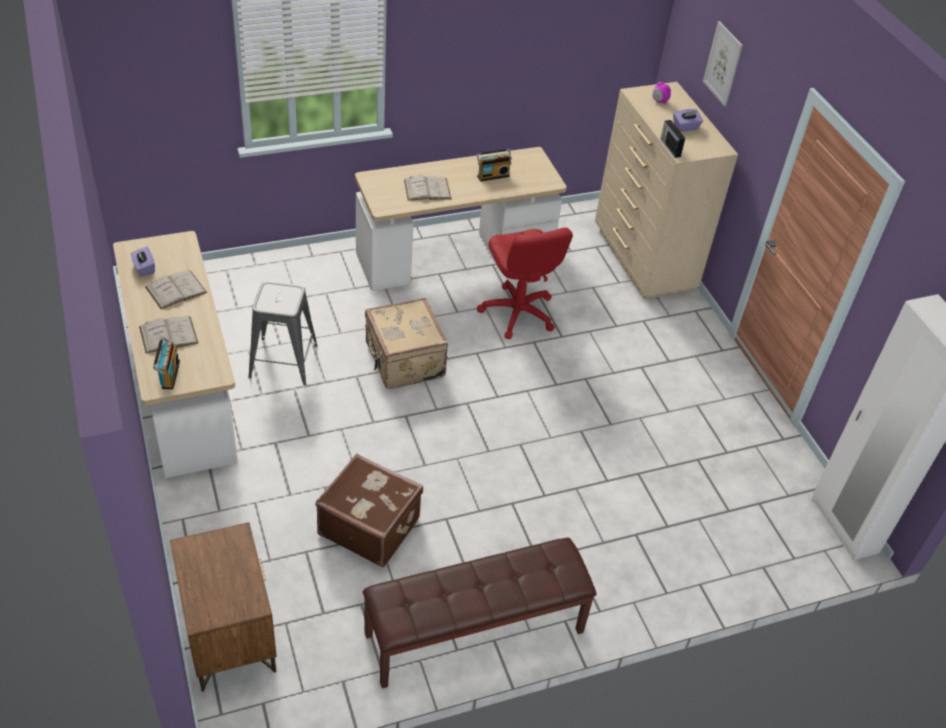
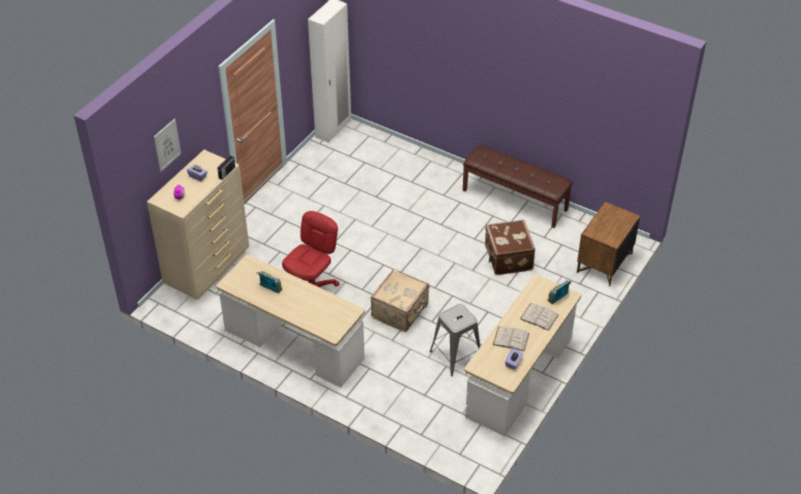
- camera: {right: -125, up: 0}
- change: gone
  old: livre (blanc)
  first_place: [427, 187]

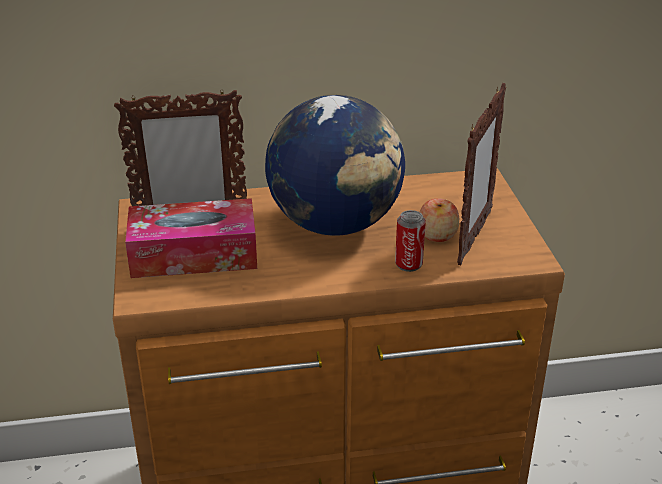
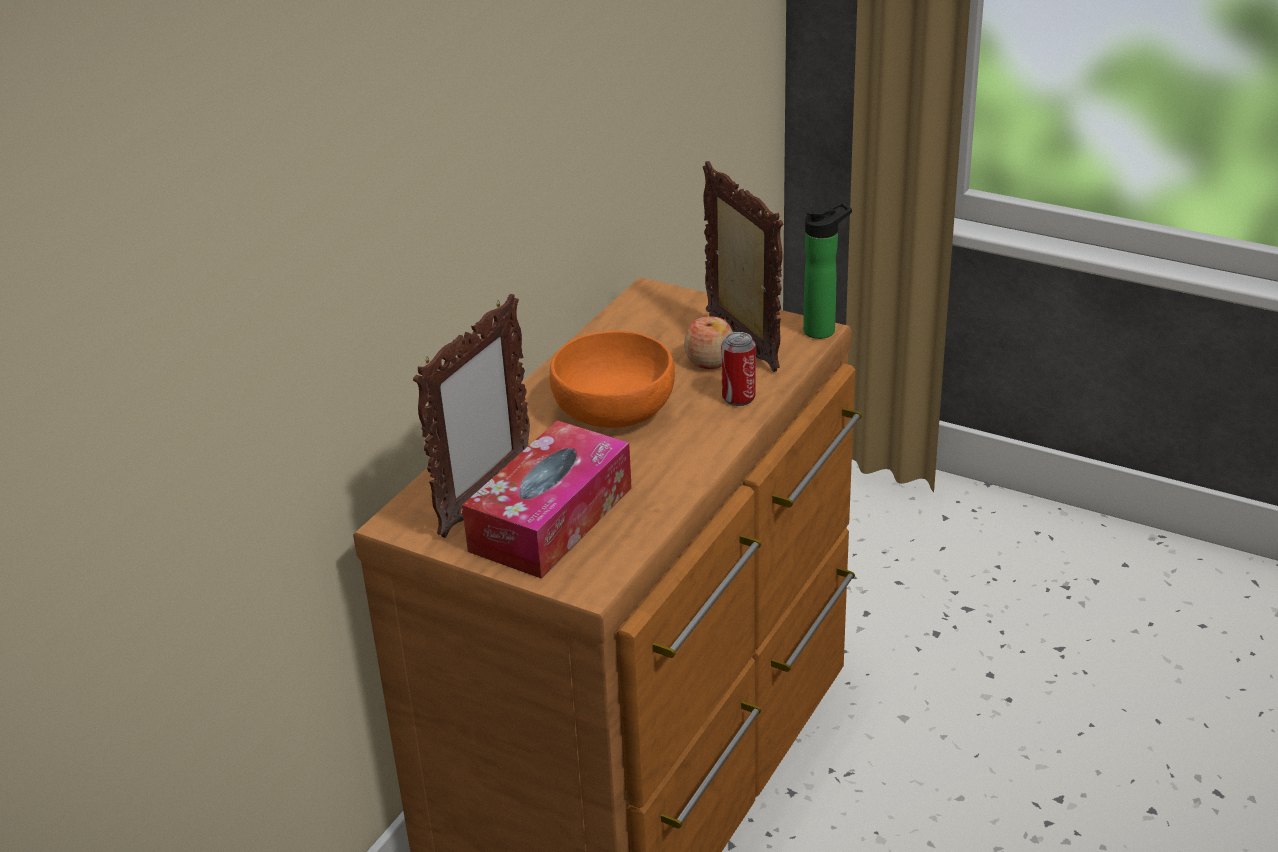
- camera: {right: -50, up: 0}
- change: new
  new: bouteille
  second_place: [827, 270]
- change: swapped
  old: globe
  new: bol (orange)
  first_place: [335, 165]
  second_place: [612, 379]

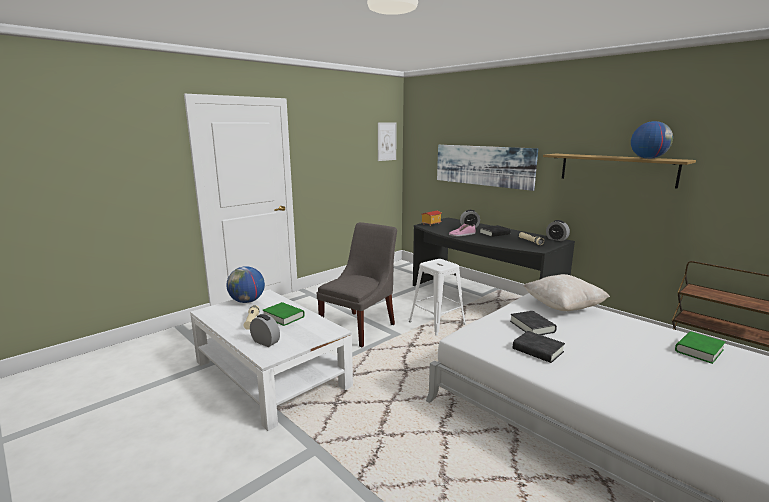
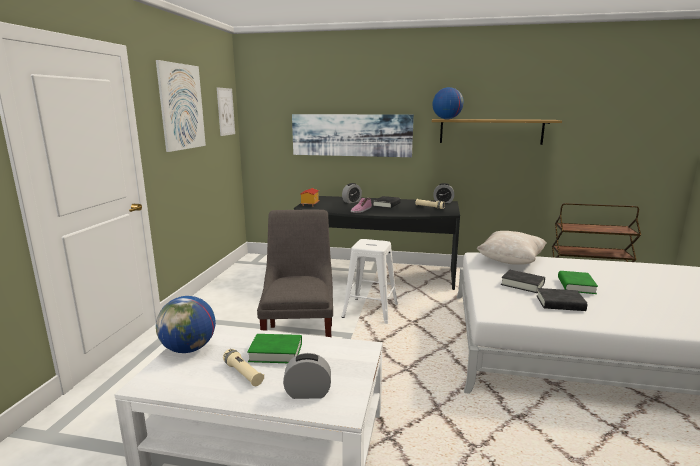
- camera: {right: -35, up: 0}
- change: new
  new: tableau
  second_place: [181, 106]
- change: shifted
  old: globe
  first_place: [652, 140]
  second_place: [448, 103]
- change: shifted
  old: livre (vert)
  first_place: [700, 348]
  second_place: [578, 282]

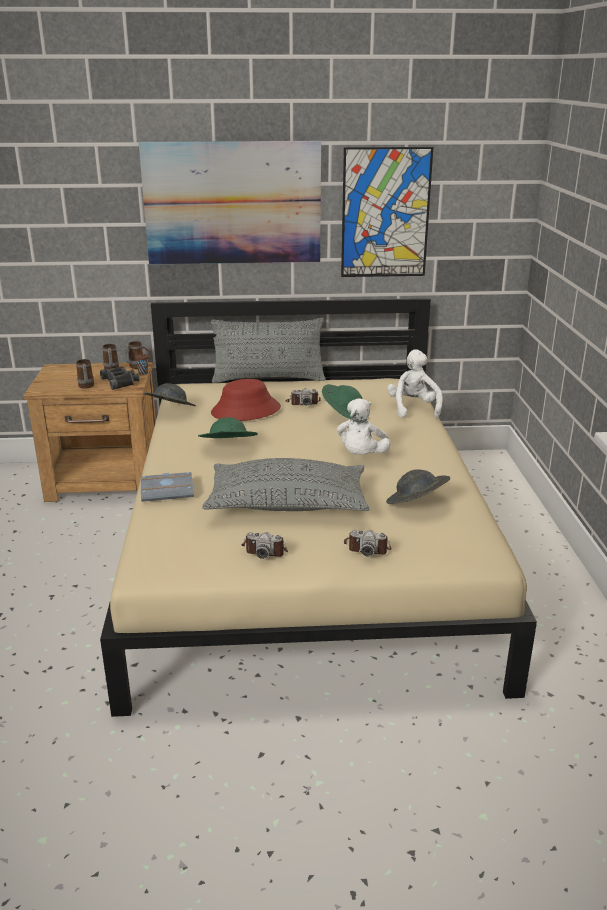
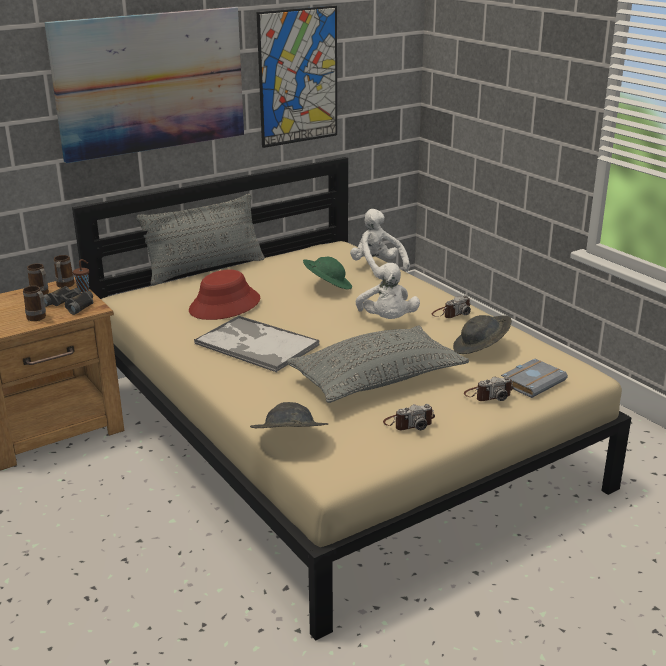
- camera: {right: -30, up: 0}
- change: shifted
  old: livre (gris)
  first_place: [167, 487]
  second_place: [534, 378]
- change: shifted
  old: chapeau (gris)
  first_place: [169, 394]
  second_place: [289, 415]
- change: shifted
  old: appareil photo
  first_place: [303, 397]
  second_place: [451, 306]
- change: swapped
  old: chapeau (vert)
  new: plateau
  first_place: [228, 427]
  second_place: [256, 343]

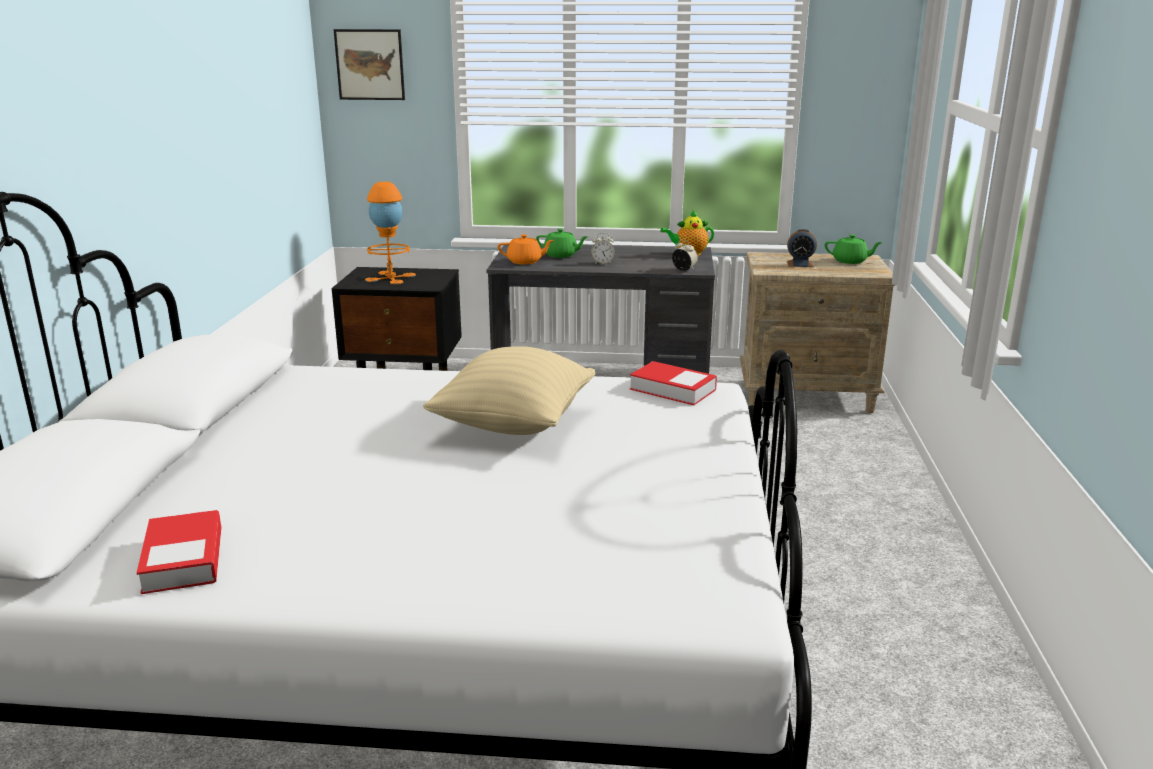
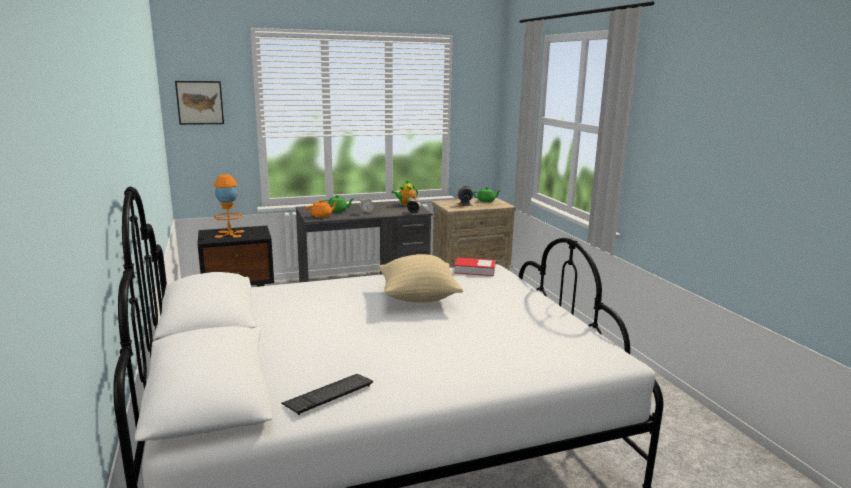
- camera: {right: -25, up: -5}
- change: swapped
  old: livre
  new: clavier
  first_place: [179, 552]
  second_place: [327, 394]

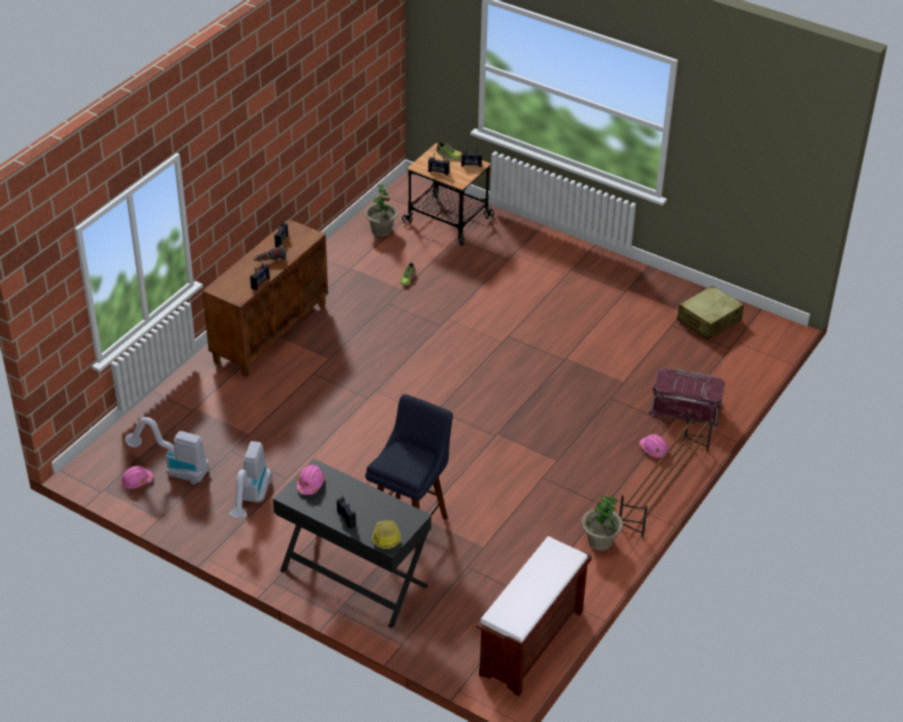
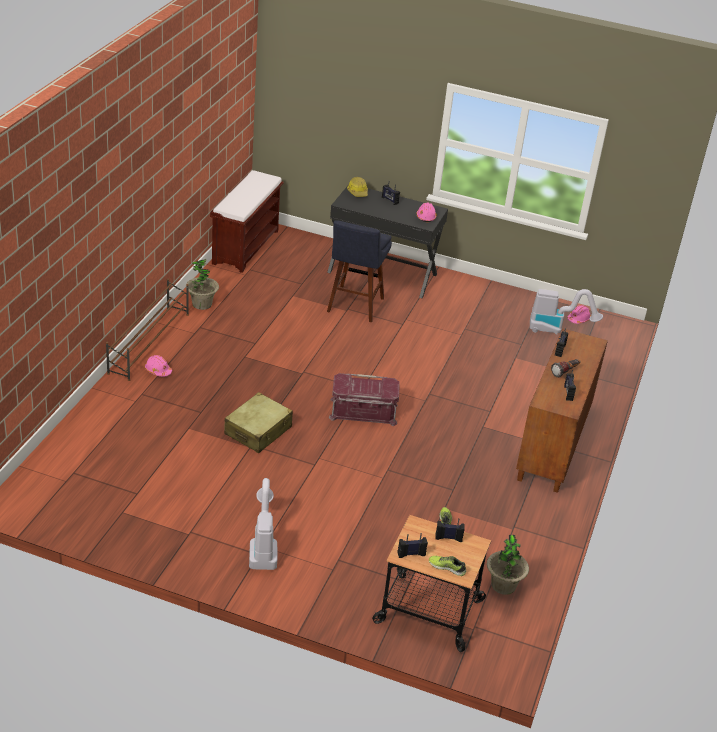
- camera: {right: 165, up: -5}
- change: shifted
  old: aspirateur
  first_place: [250, 479]
  second_place: [263, 524]
- change: shifted
  old: boîte de rangement (rouge)
  first_place: [686, 398]
  second_place: [364, 399]
- change: shifted
  old: valise (beige)
  first_place: [710, 312]
  second_place: [258, 422]

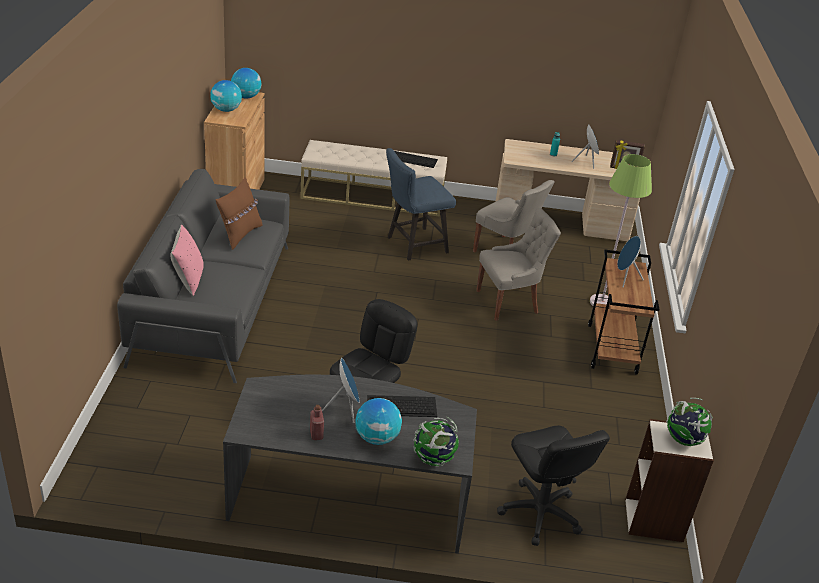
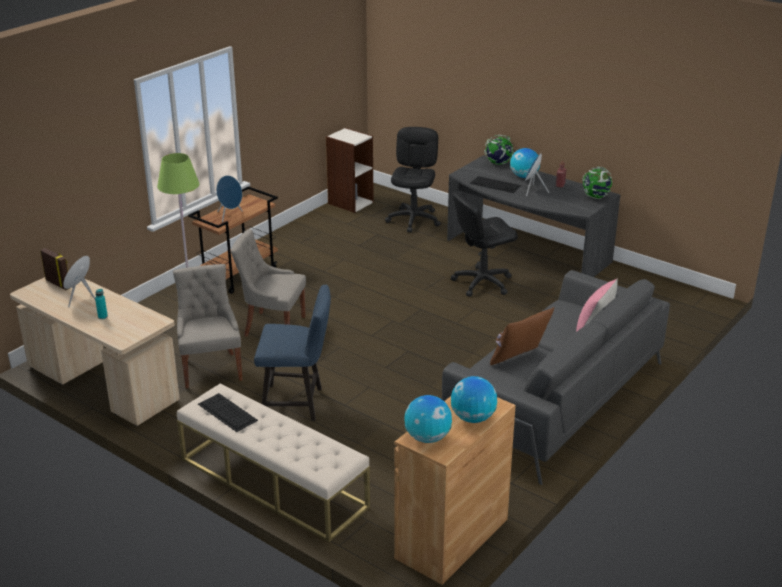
- camera: {right: -145, up: -5}
- change: shifted
  old: globe
  first_place: [689, 422]
  second_place: [597, 183]

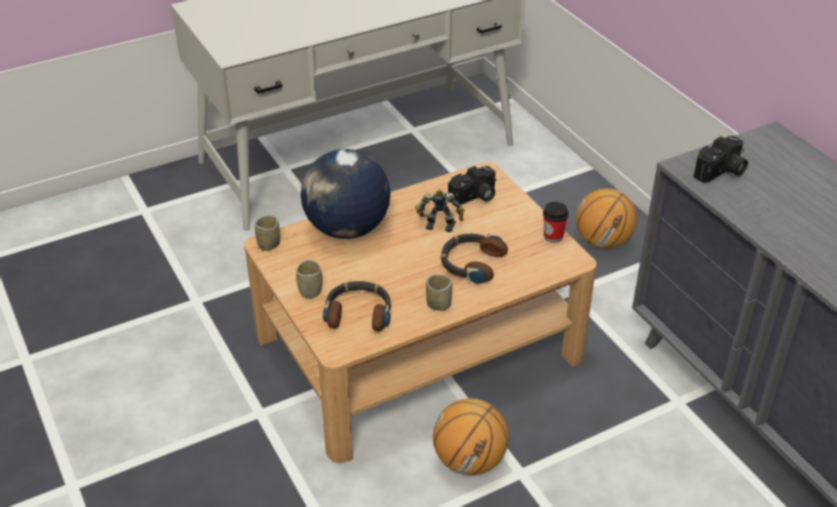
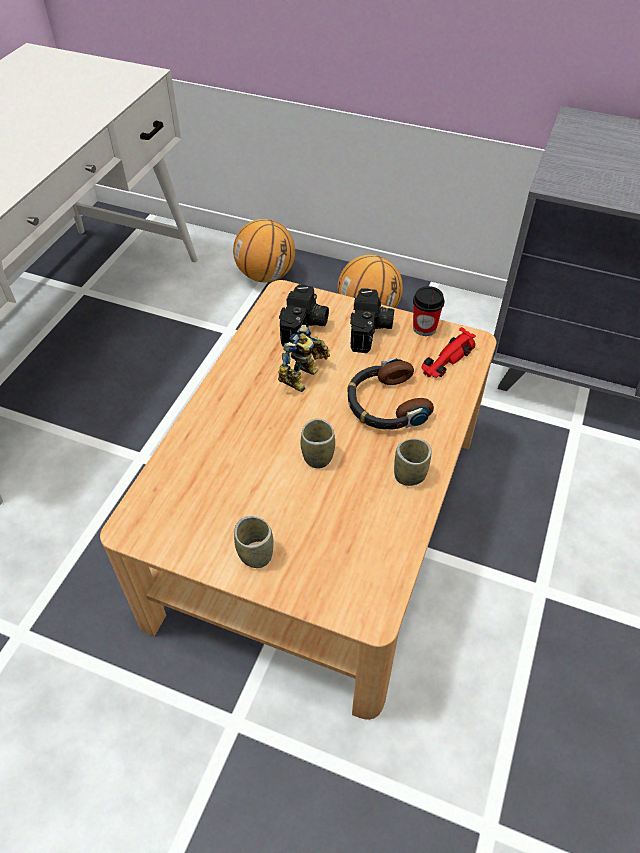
- camera: {right: -40, up: 10}
- change: gone
  old: globe
  first_place: [345, 194]
- change: gone
  old: casque audio
  first_place: [357, 306]
- change: new
  new: petite voiture (rouge)
  second_place: [448, 352]
- change: shifted
  old: tasse
  first_place: [267, 233]
  second_place: [317, 443]
- change: shifted
  old: ballon de basket
  first_place: [471, 436]
  second_place: [264, 250]
- change: shifted
  old: appareil photo
  first_place: [720, 159]
  second_place: [372, 320]
- change: rotated
  old: robot jouet
  first_place: [439, 210]
  second_place: [304, 358]
  degrees: 150

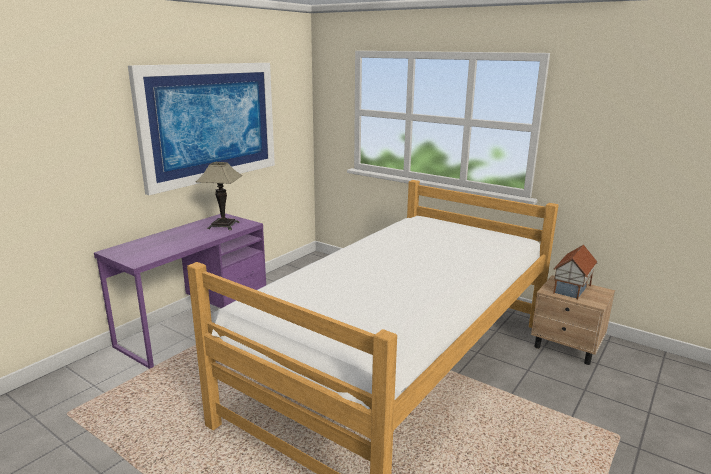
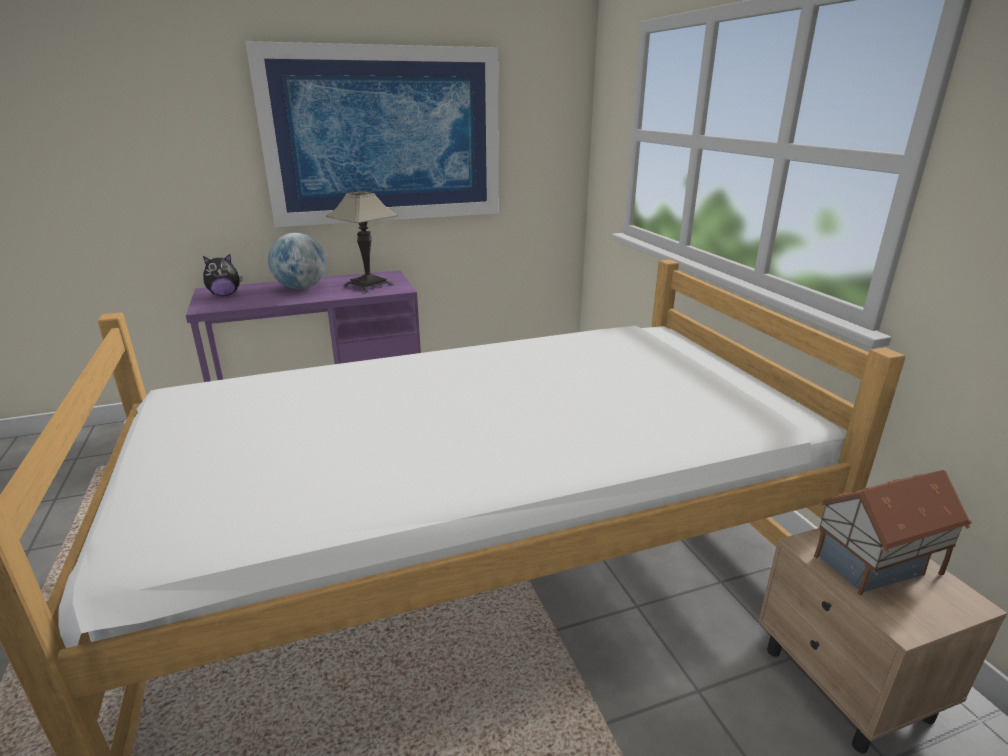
- camera: {right: 35, up: 5}
- change: new
  new: peluche
  second_place: [222, 275]
- change: new
  new: globe
  second_place: [297, 261]

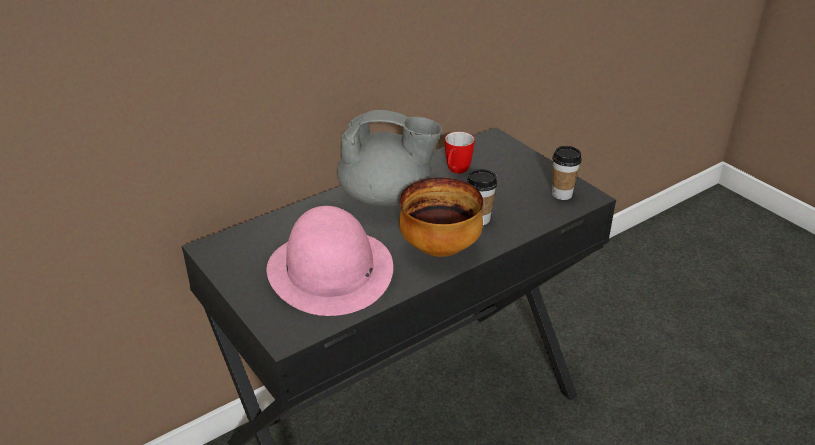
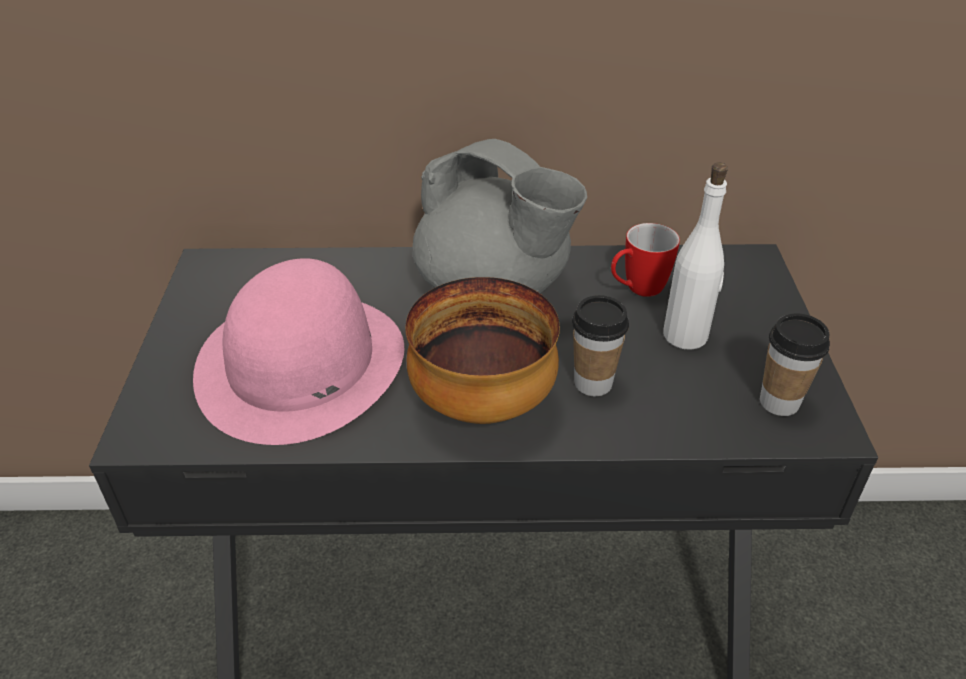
- camera: {right: 35, up: 5}
- change: new
  new: bouteille (blanc)
  second_place: [695, 256]

